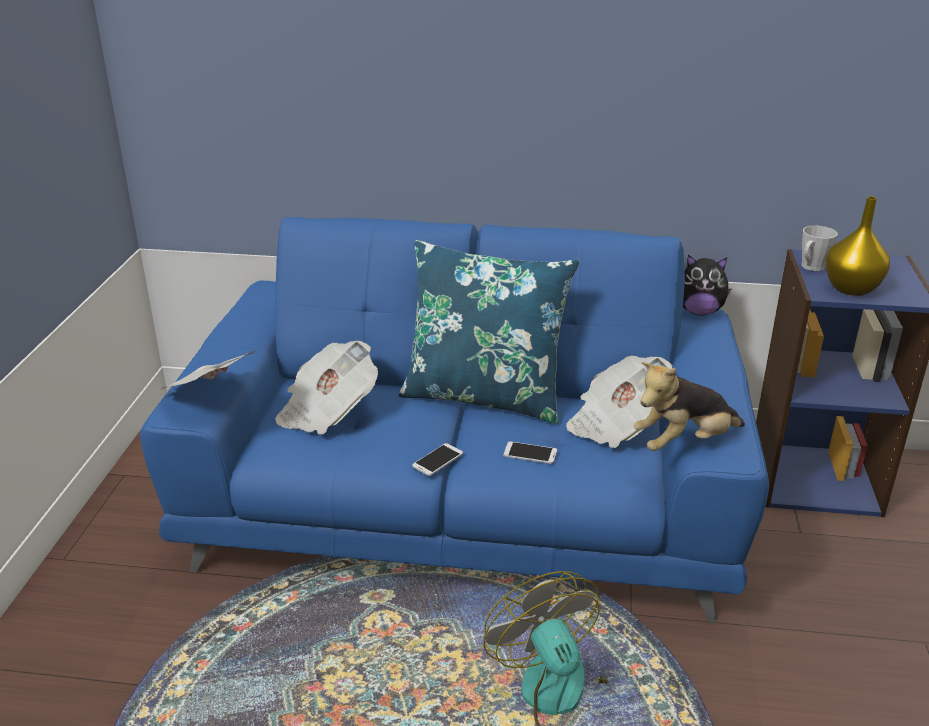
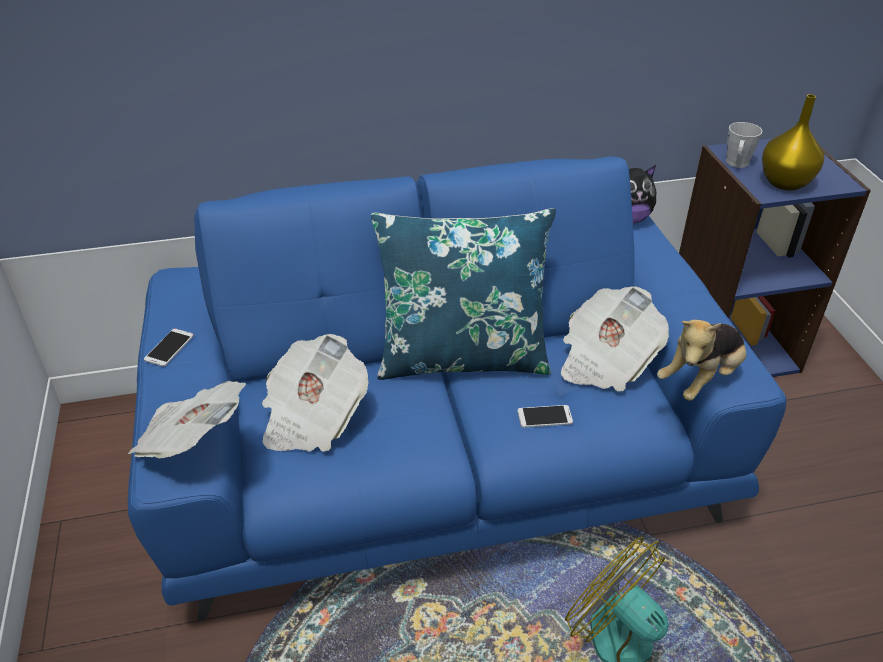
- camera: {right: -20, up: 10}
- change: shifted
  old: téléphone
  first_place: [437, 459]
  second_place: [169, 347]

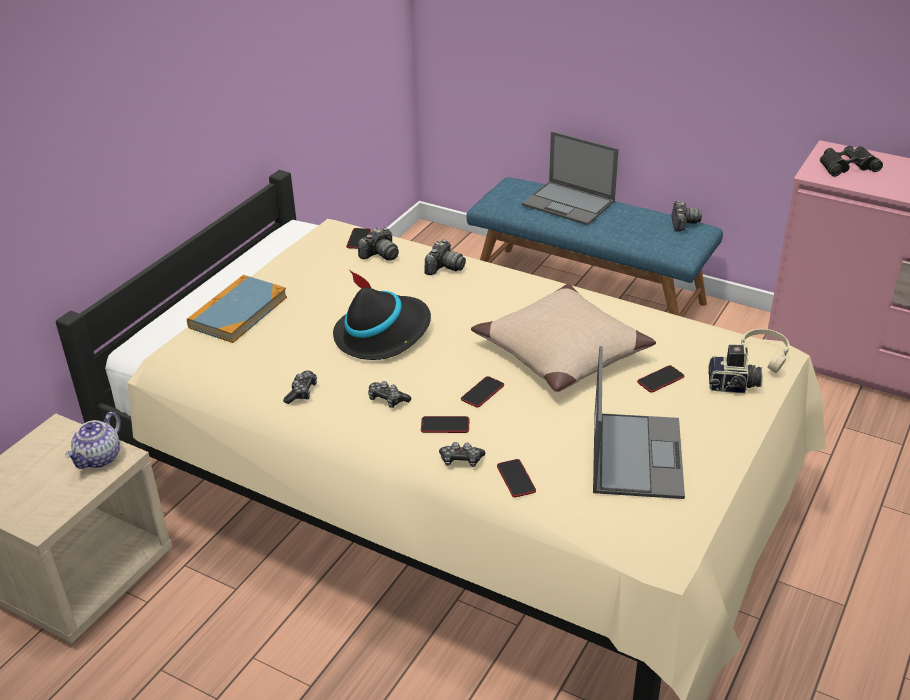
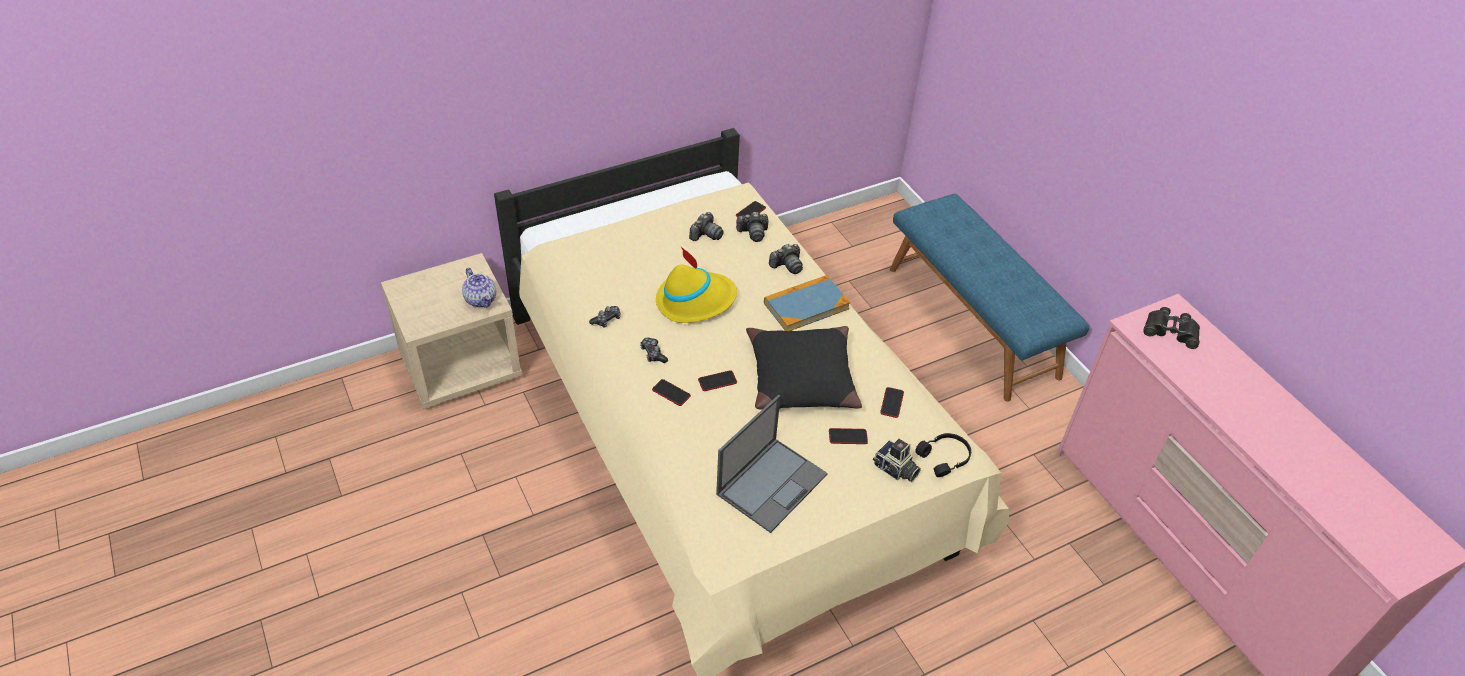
- camera: {right: 30, up: 10}
- change: gone
  old: manette
  first_place: [462, 454]
- change: gone
  old: ordinateur portable
  first_place: [570, 178]
- change: shifted
  old: livre
  first_place: [237, 309]
  second_place: [807, 303]
- change: shifted
  old: téléphone
  first_place: [516, 478]
  second_place: [892, 402]
- change: shifted
  old: appareil photo
  first_place: [686, 216]
  second_place: [706, 226]
- change: repainted
  old: chapeau (noir)
  new: chapeau (jaune)
  first_place: [382, 315]
  second_place: [696, 285]
- change: repainted
  old: coussin (beige)
  new: coussin (noir)
  first_place: [563, 338]
  second_place: [804, 367]
- change: repainted
  old: casque audio (beige)
  new: casque audio (noir)
  first_place: [764, 351]
  second_place: [943, 455]
- change: rotated
  old: théière
  first_place: [93, 440]
  second_place: [479, 288]
  degrees: -90

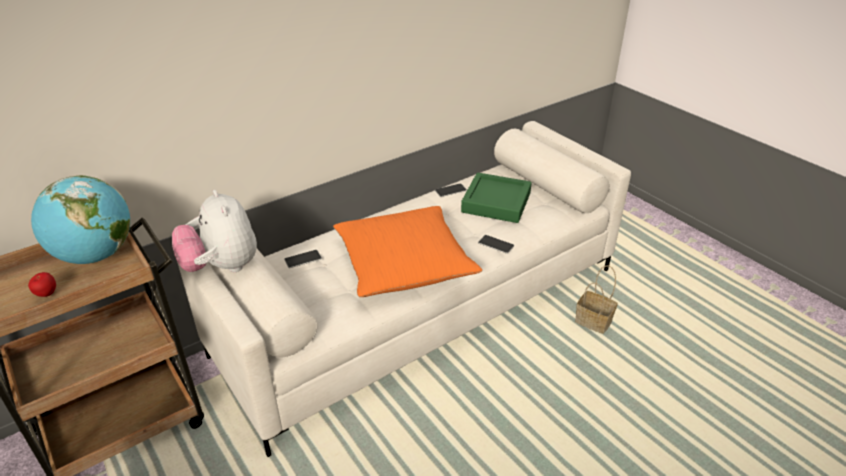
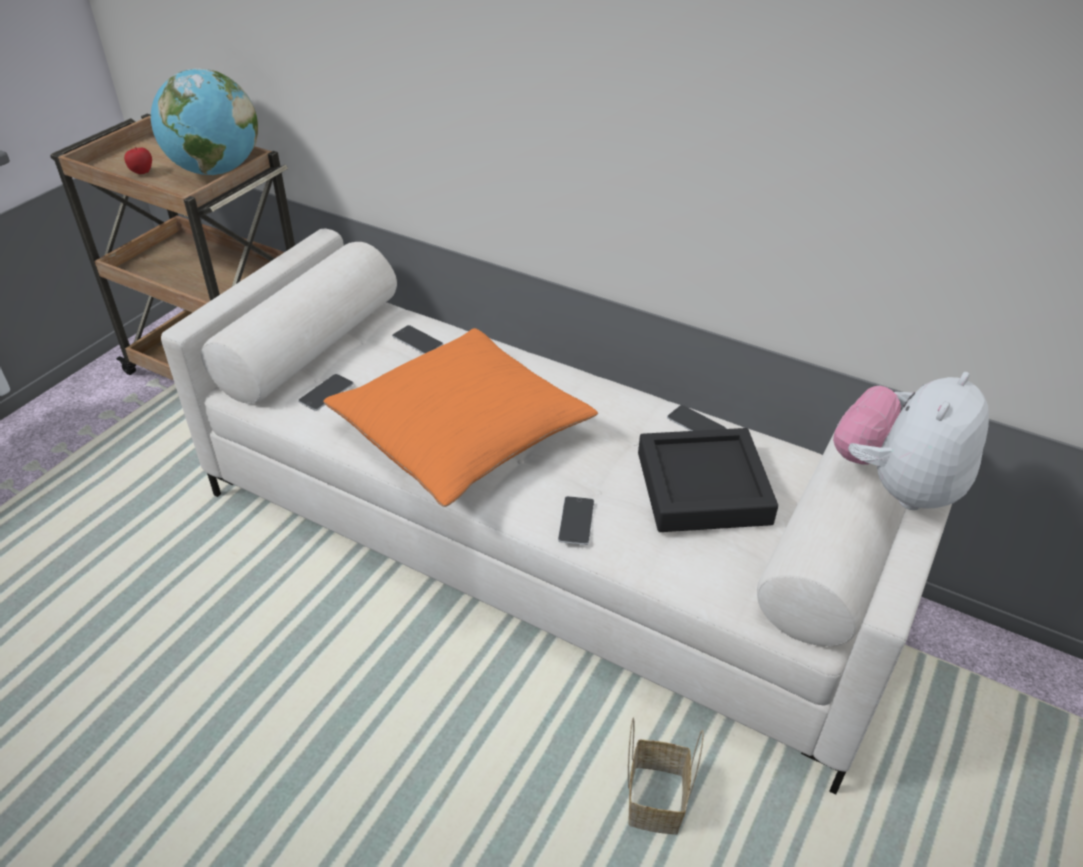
- camera: {right: 65, up: 5}
- change: new
  new: téléphone
  second_place: [326, 392]
- change: shifted
  old: peluche
  first_place: [214, 231]
  second_place: [911, 441]
- change: repainted
  old: plateau (vert)
  new: plateau (noir)
  first_place: [496, 197]
  second_place: [708, 480]

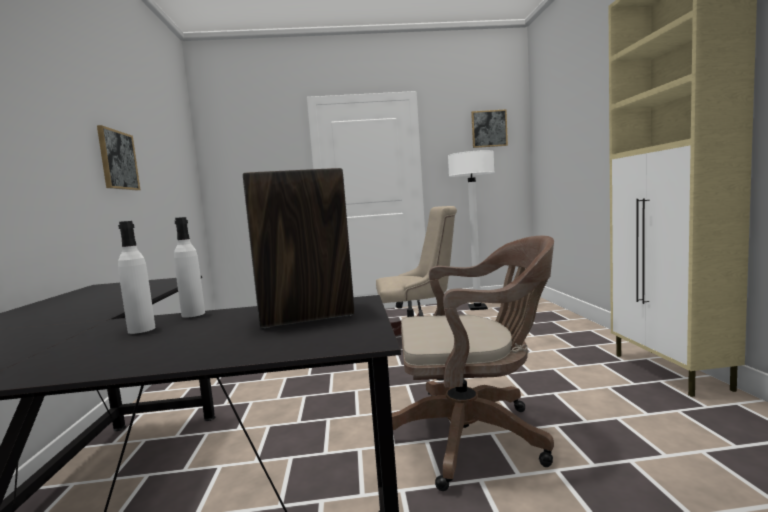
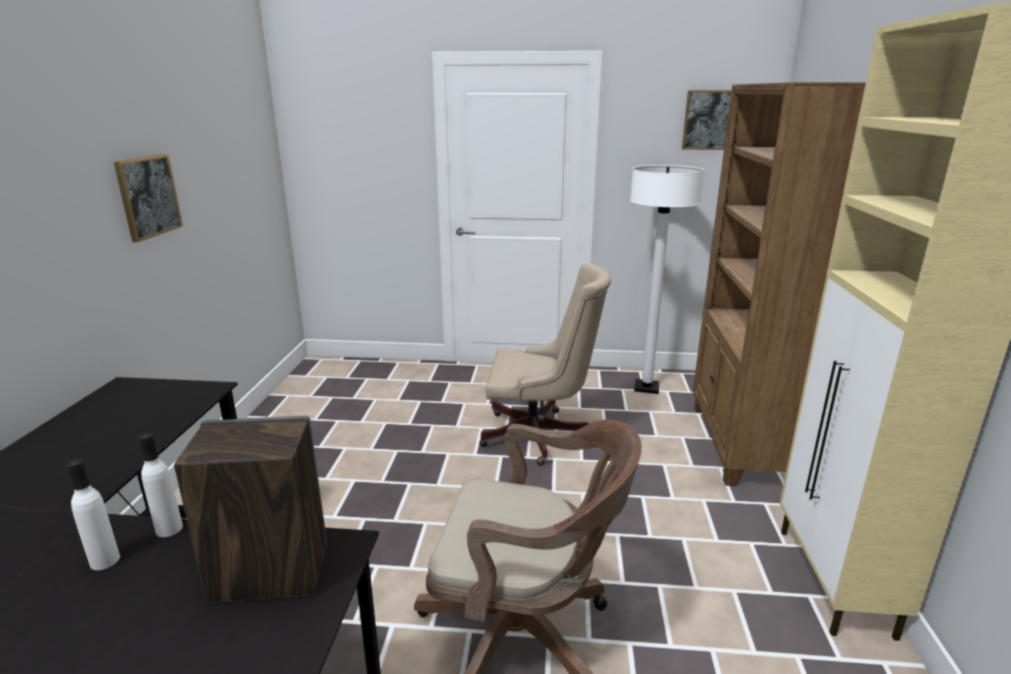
- camera: {right: 10, up: 15}
- change: new
  new: bibliothèque (marron)
  second_place: [779, 284]

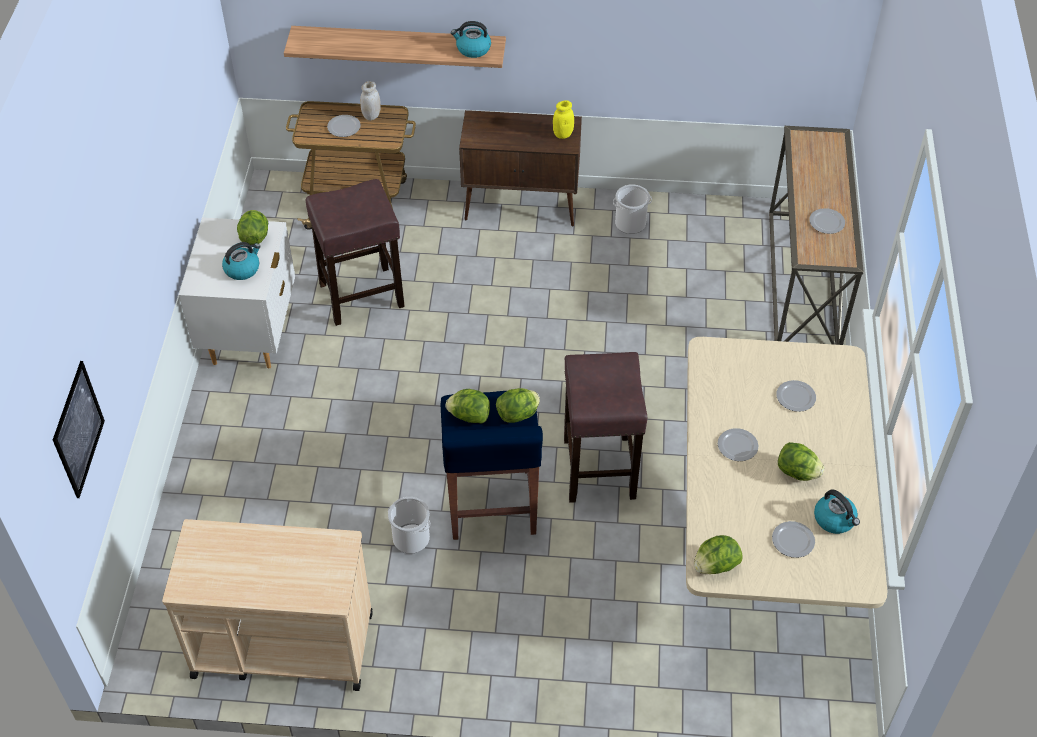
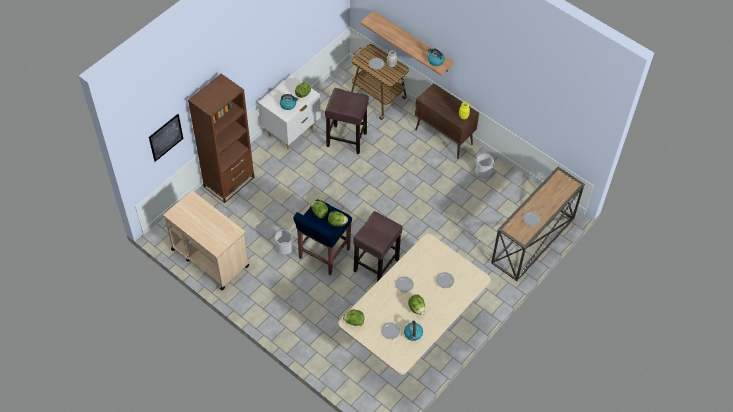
- camera: {right: 35, up: 5}
- change: new
  new: bibliothèque (marron)
  second_place: [221, 138]

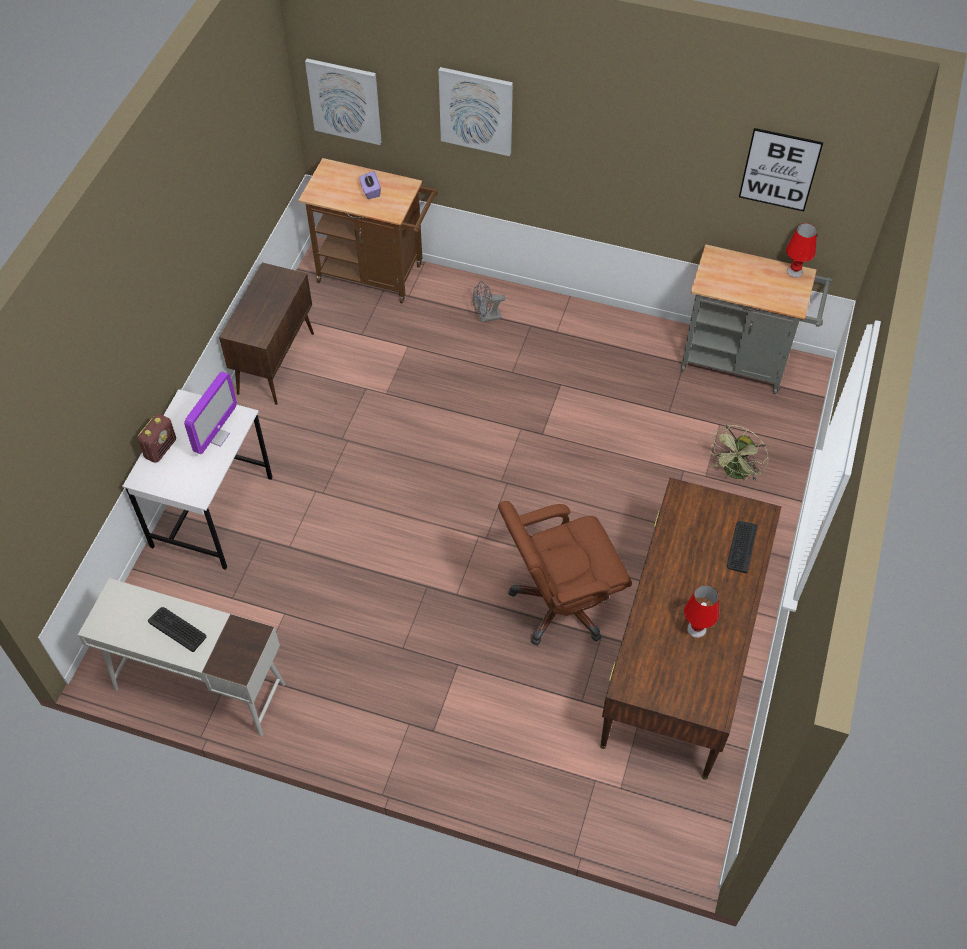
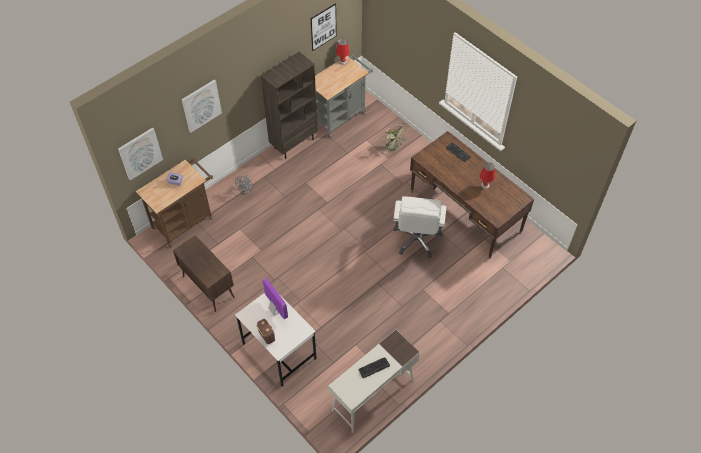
- camera: {right: -60, up: 0}
- change: new
  new: bibliothèque (marron)
  second_place: [289, 105]
- change: repainted
  old: chaise de bureau (marron)
  new: chaise de bureau (blanc)
  first_place: [565, 573]
  second_place: [419, 227]

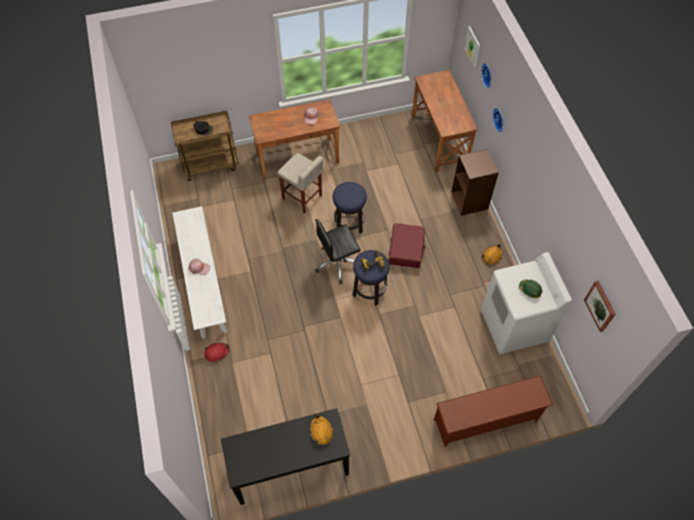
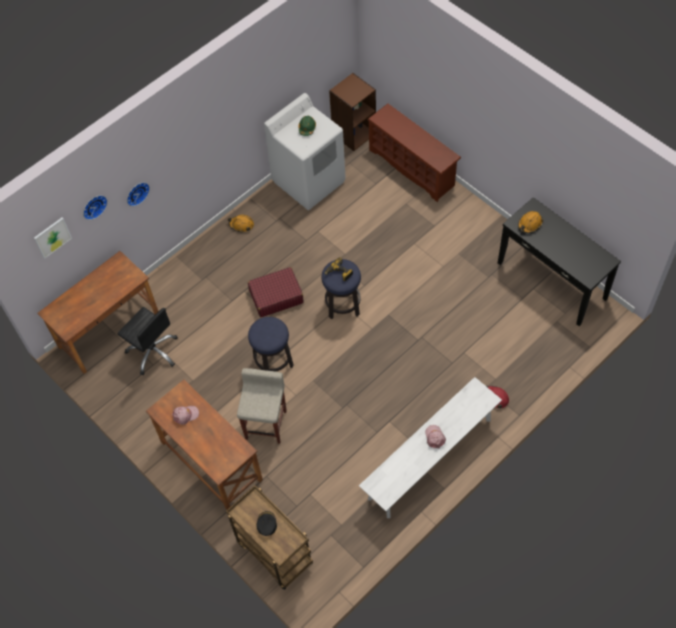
- camera: {right: -115, up: 0}
- change: gone
  old: tableau
  first_place: [600, 306]
- change: shifted
  old: chaise de bureau (noir)
  first_place: [338, 251]
  second_place: [147, 341]
- change: shifted
  old: bibliothèque (marron)
  first_place: [475, 182]
  second_place: [352, 112]

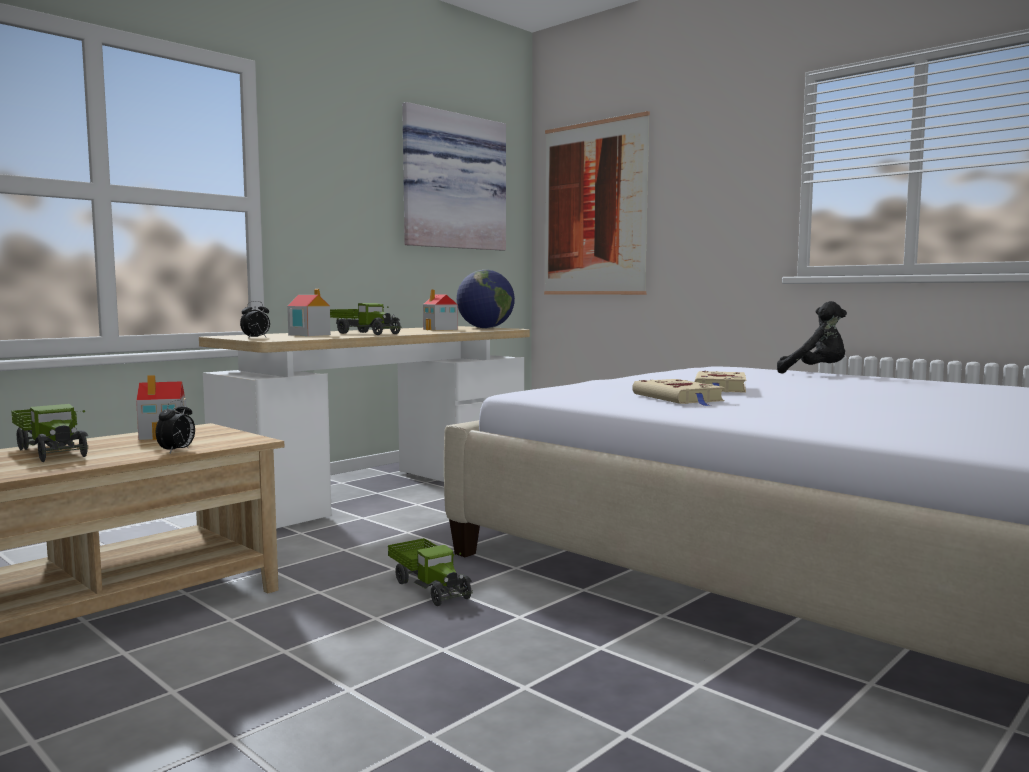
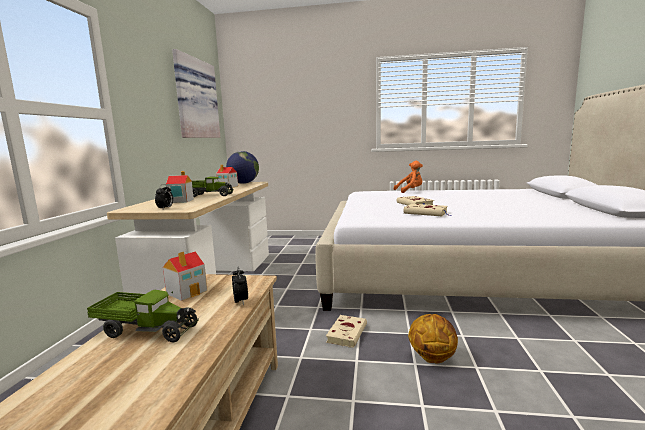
- camera: {right: -35, up: 5}
- change: gone
  old: tableau
  first_place: [597, 203]
- change: new
  new: ballon de basket
  second_place: [433, 338]
- change: swapped
  old: camion jouet
  new: livre (beige)
  first_place: [430, 572]
  second_place: [346, 331]
- change: repainted
  old: peluche (noir)
  new: peluche (orange)
  first_place: [812, 337]
  second_place: [408, 177]

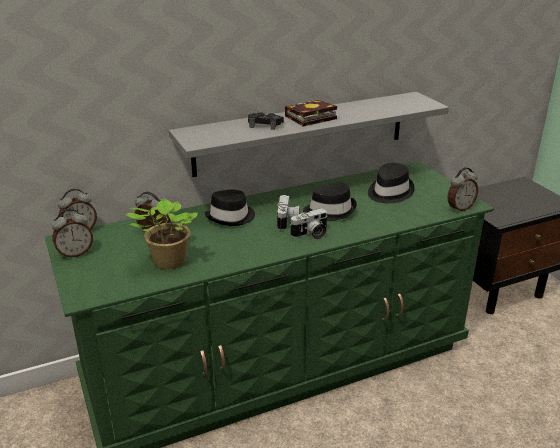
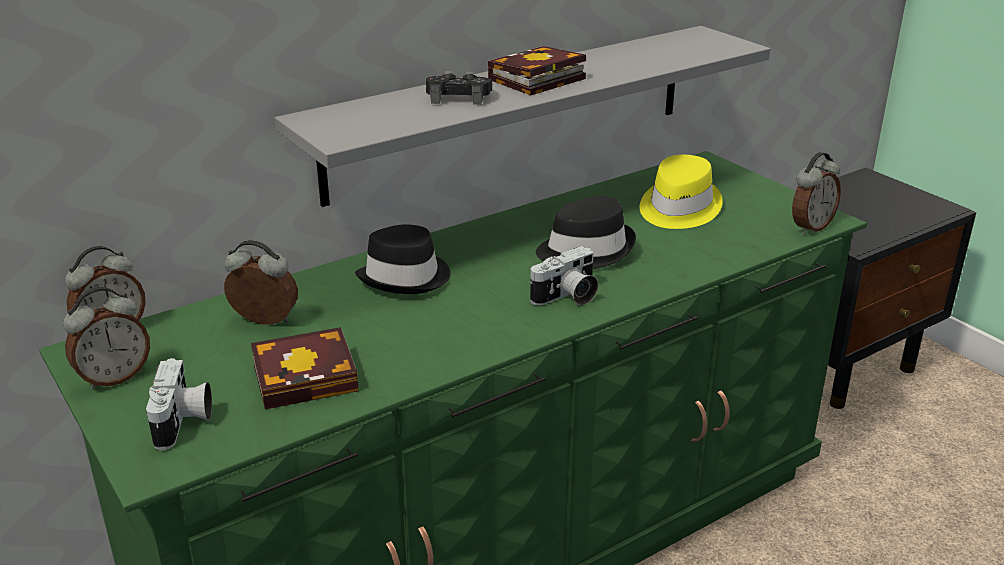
- camera: {right: -10, up: 0}
- change: shifted
  old: appareil photo
  first_place: [288, 212]
  second_place: [179, 404]
- change: swapped
  old: plante en pot
  new: livre
  first_place: [161, 233]
  second_place: [305, 368]
- change: repainted
  old: chapeau (noir)
  new: chapeau (jaune)
  first_place: [391, 183]
  second_place: [681, 192]

